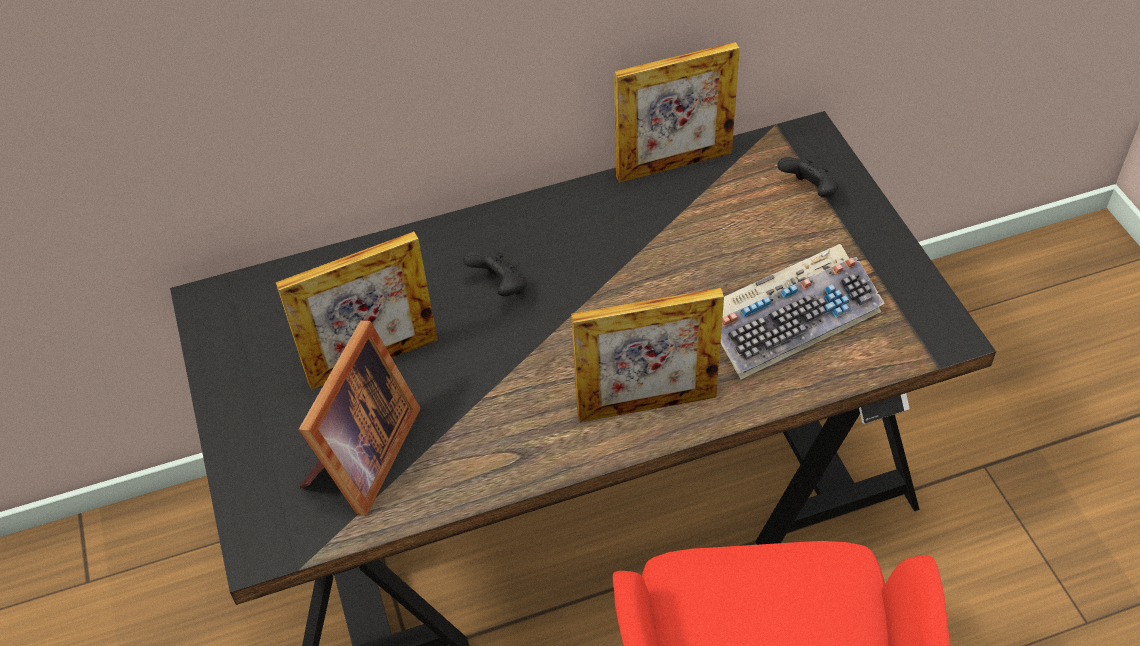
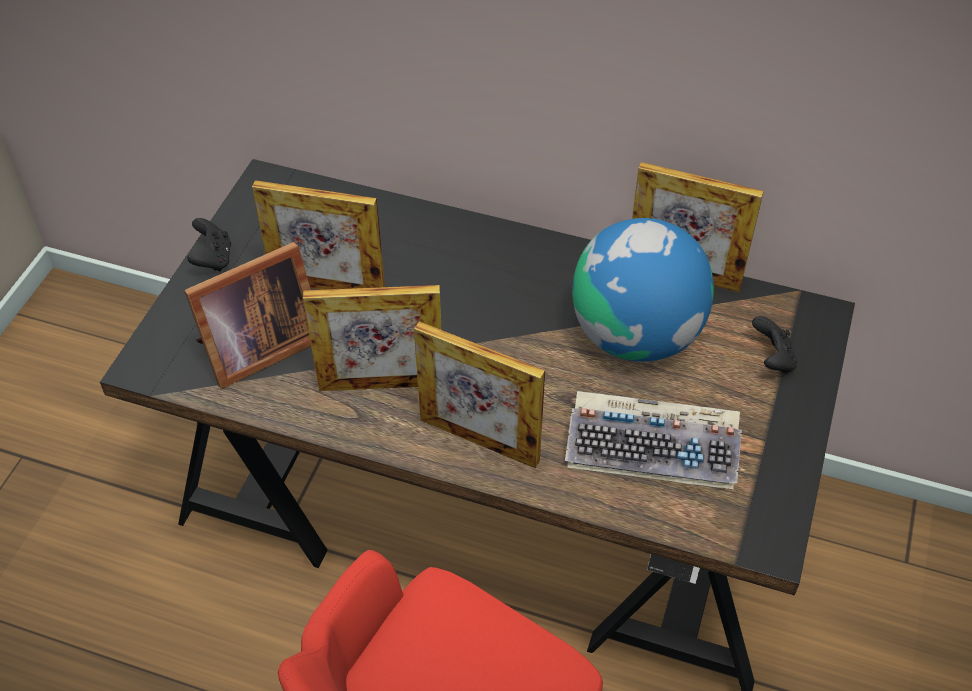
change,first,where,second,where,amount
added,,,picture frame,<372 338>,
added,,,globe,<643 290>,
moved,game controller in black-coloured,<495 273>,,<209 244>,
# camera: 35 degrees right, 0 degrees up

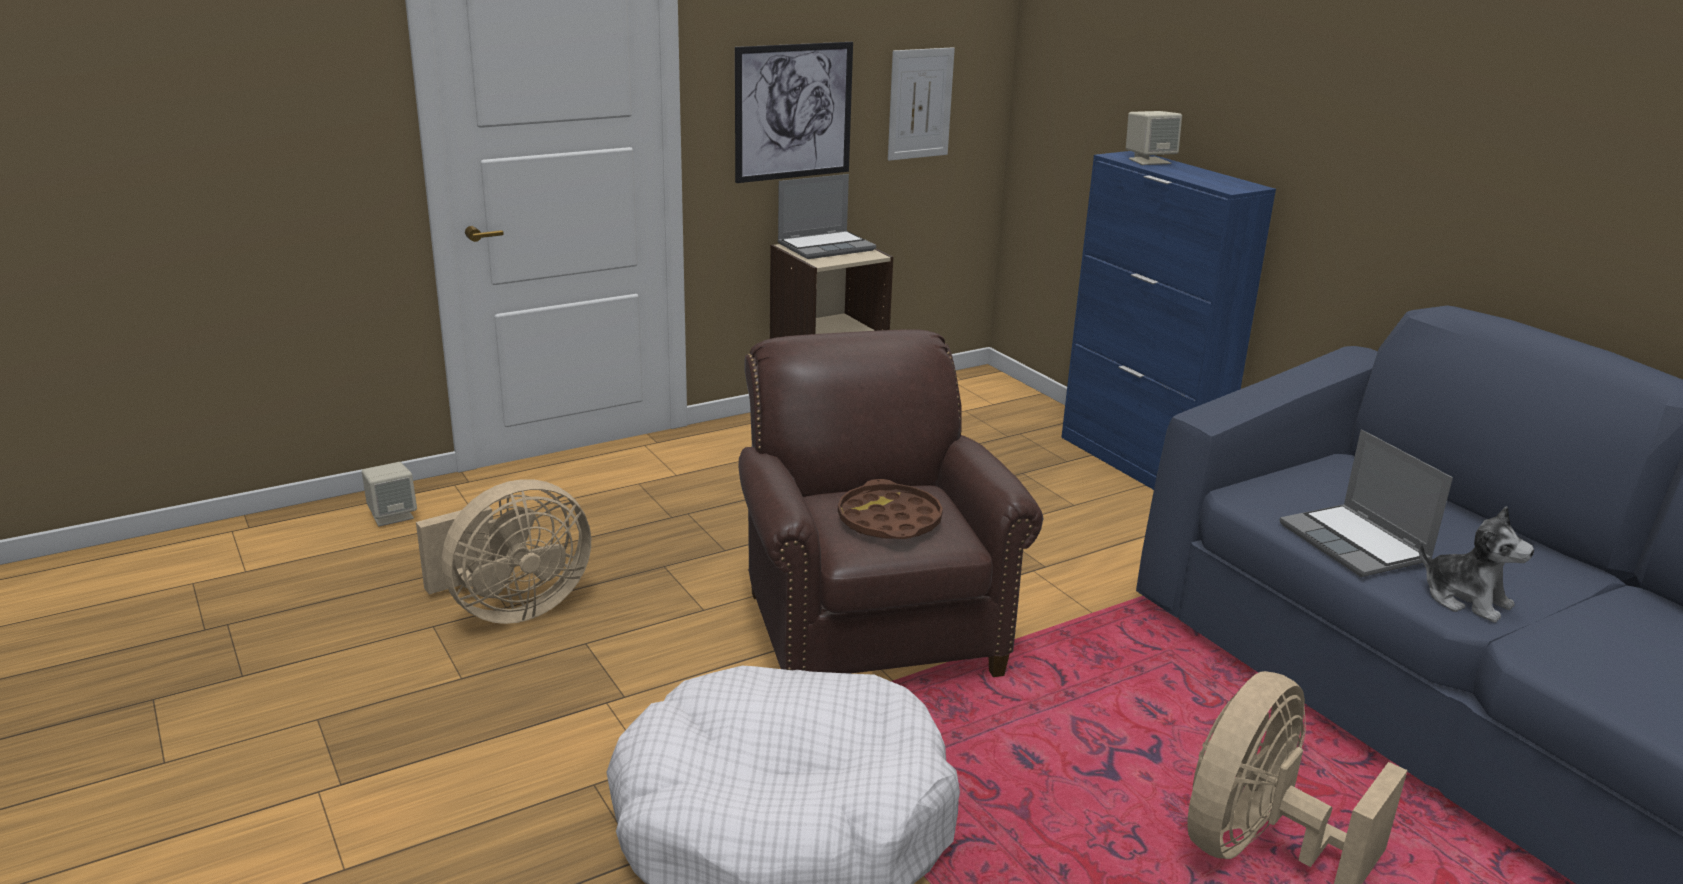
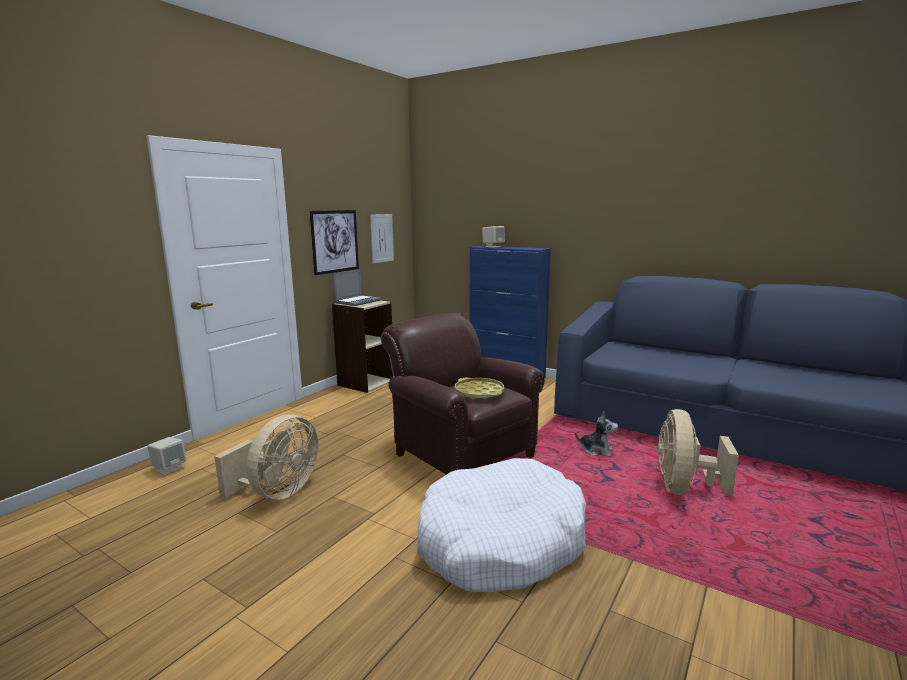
change,first,where,second,where,amount
removed,laptop,<1366 503>,,,
moved,plush toy,<1476 564>,,<596 434>,
recoloured,serving tray in brownish,<890 509>,serving tray in yellowish,<479 389>,
# camera: 25 degrees left, 10 degrees down

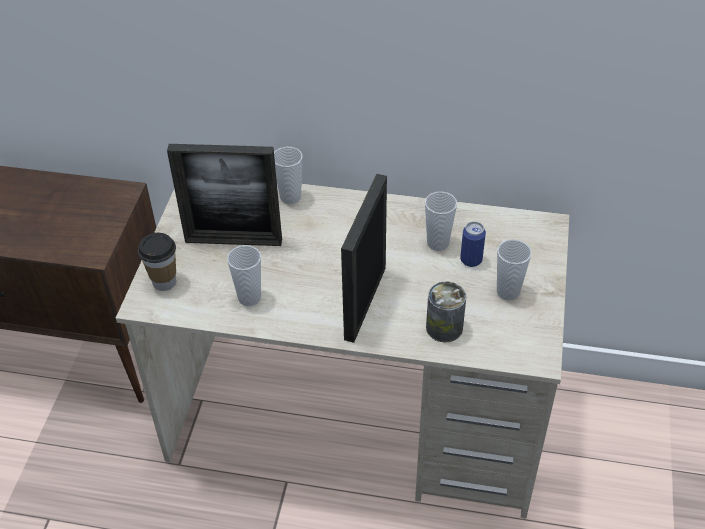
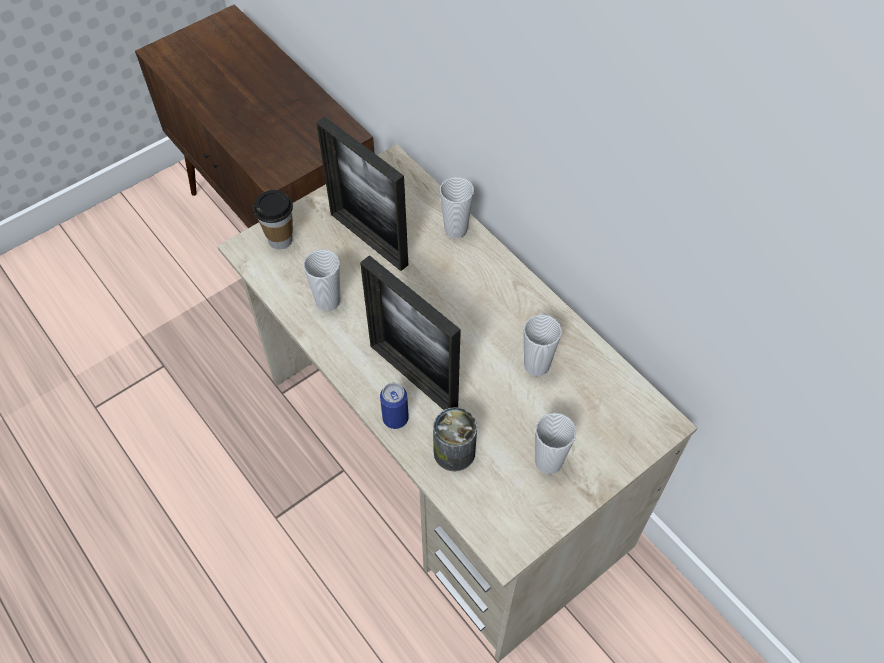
change,first,where,second,where,amount
moved,sealed can,<473 244>,,<394 406>,
turned,picture frame,<364 258>,,<410 332>,105 degrees counterclockwise
# camera: 40 degrees right, 10 degrees up

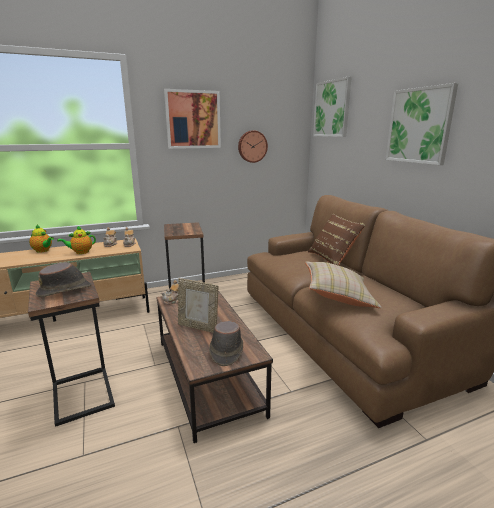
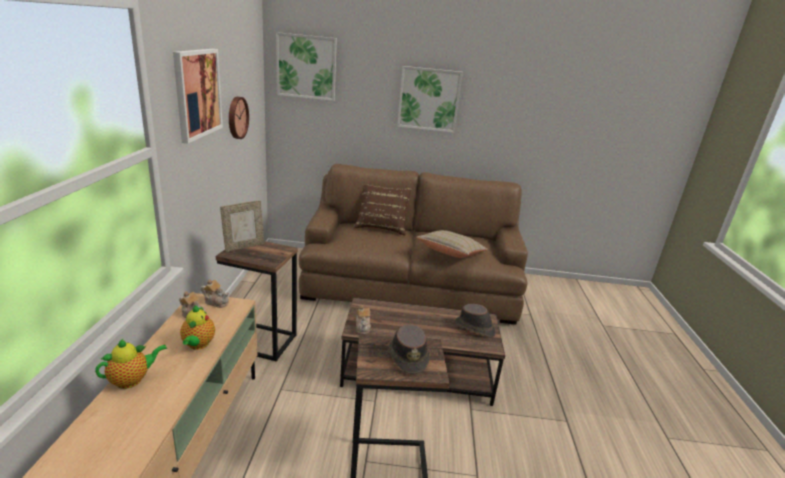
change,first,where,second,where,amount
moved,picture frame,<198 305>,,<242 226>,
# camera: 65 degrees left, 5 degrees up

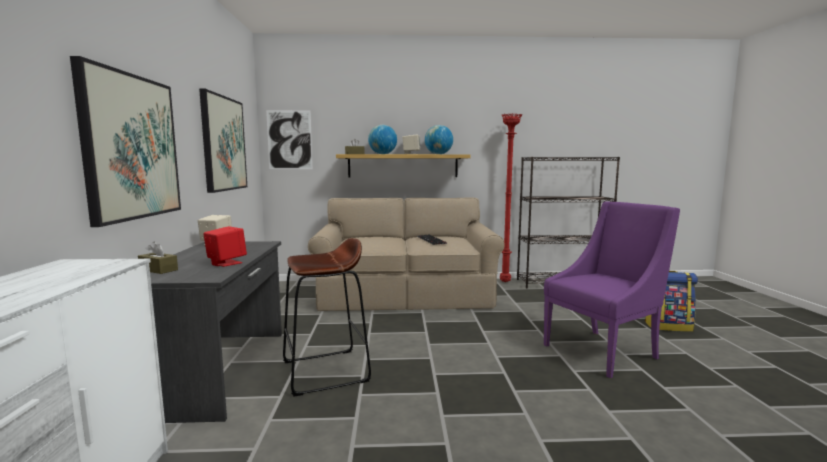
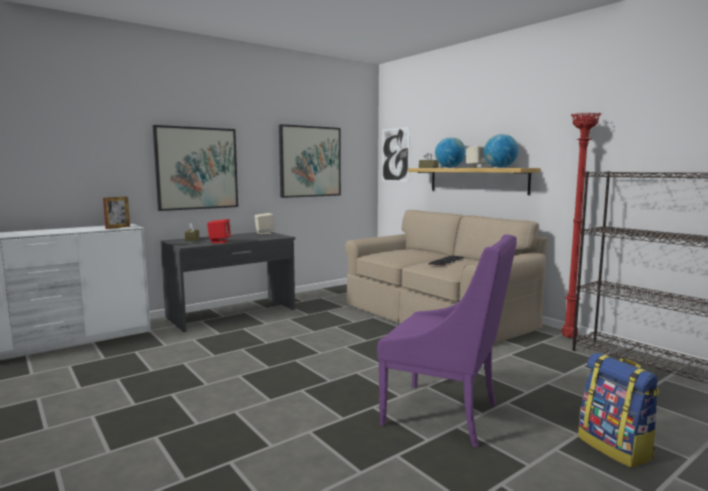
change,first,where,second,where,amount
removed,sitting stool in brownish,<327 317>,,,
added,,,picture frame,<116 213>,
# camera: 55 degrees right, 0 degrees up

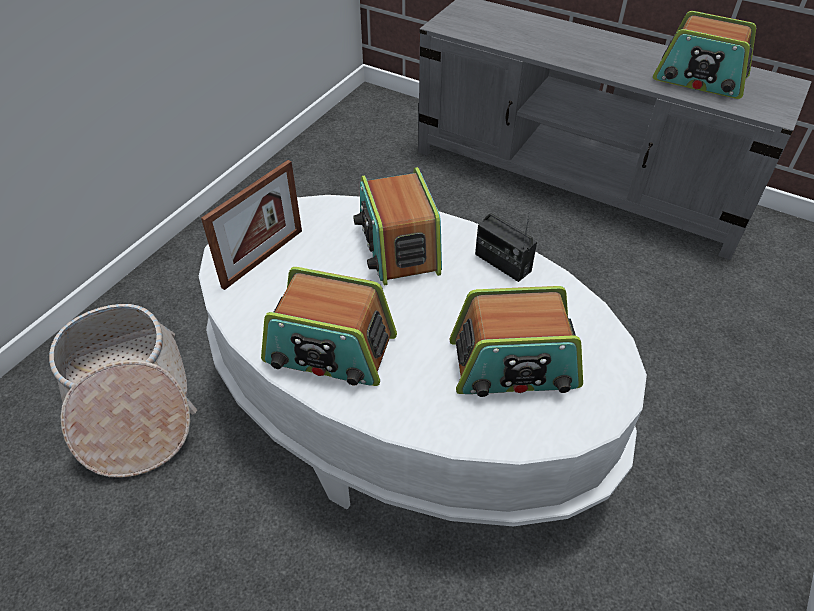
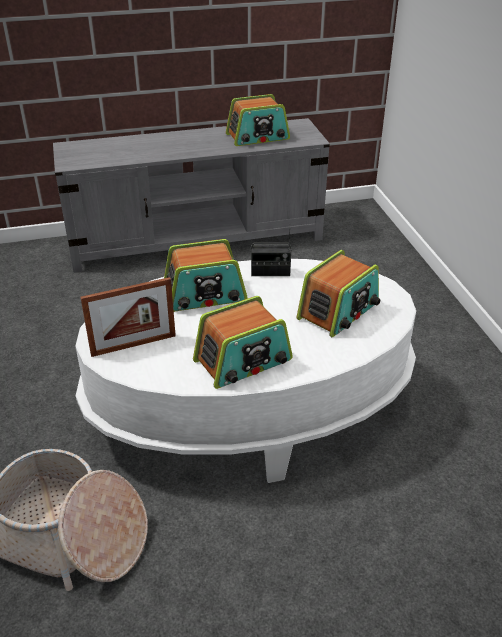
change,first,where,second,where,amount
turned,picture frame,<251 225>,,<128 317>,75 degrees clockwise
turned,radio set,<397 226>,,<206 275>,45 degrees counterclockwise
# camera: 45 degrees left, 10 degrees down

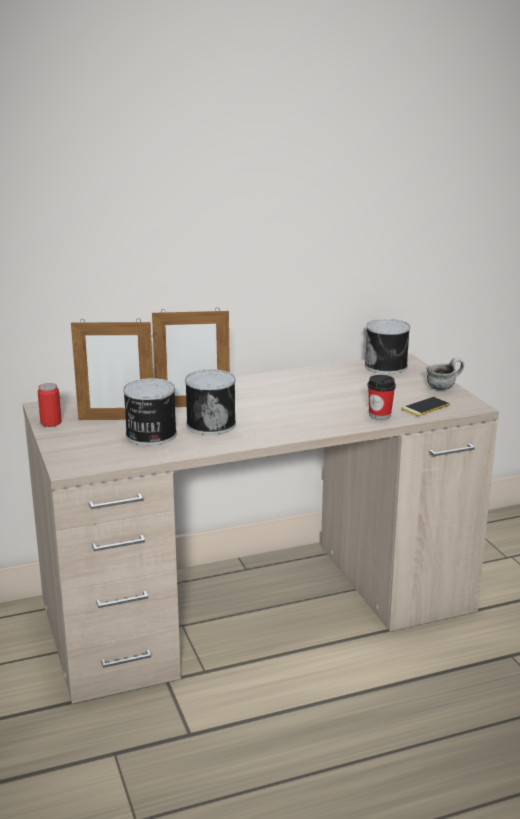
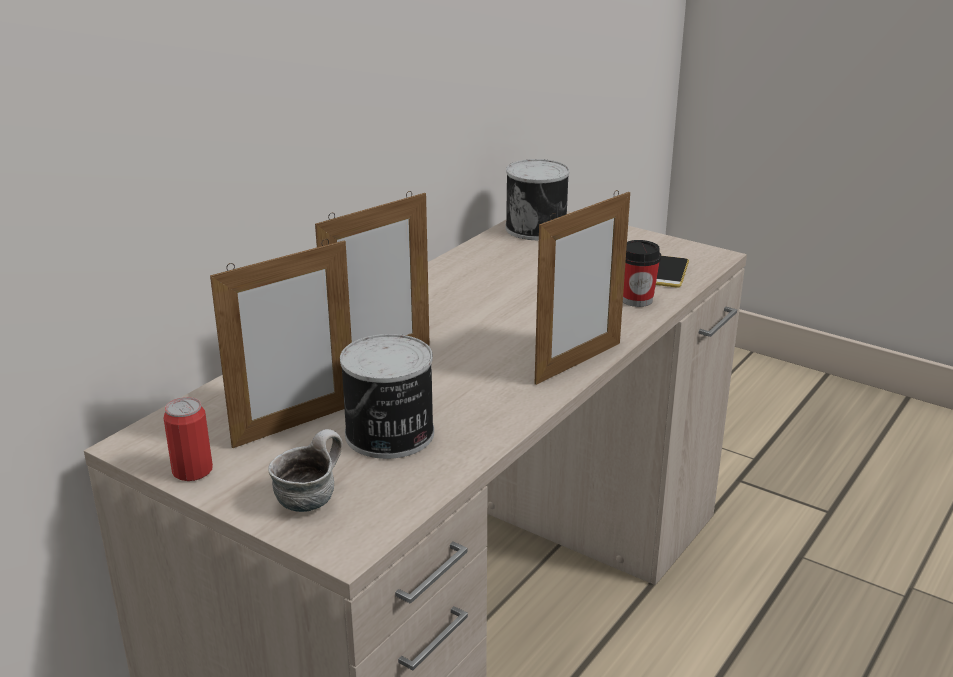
change,first,where,second,where,amount
removed,sealed can,<210 402>,,,
added,,,picture frame,<582 287>,
moved,coffee mug,<445 374>,,<305 470>,
# camera: 35 degrees left, 5 degrees up

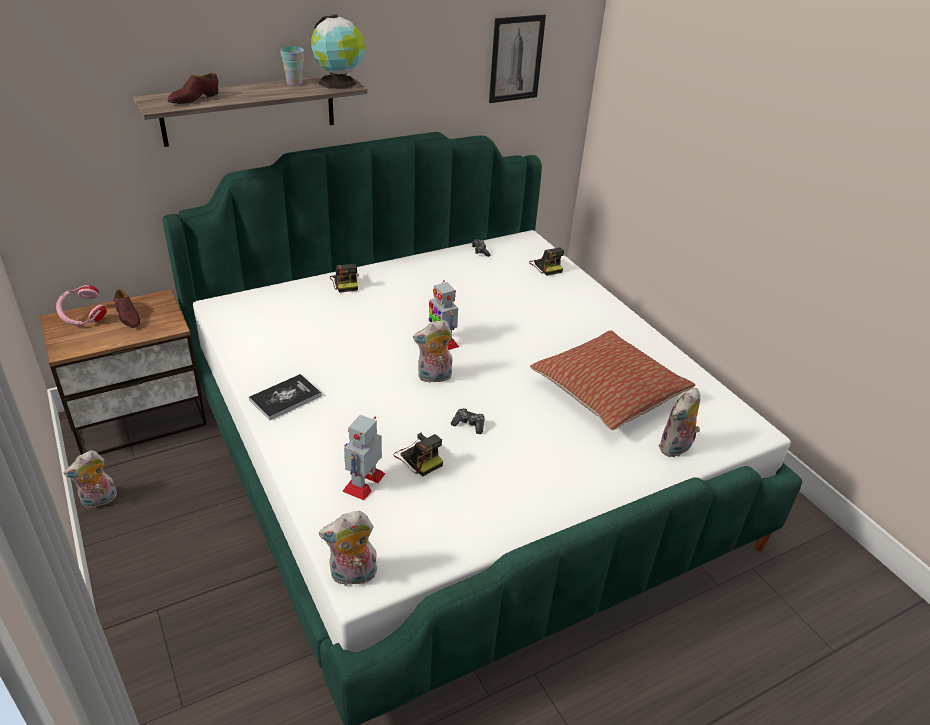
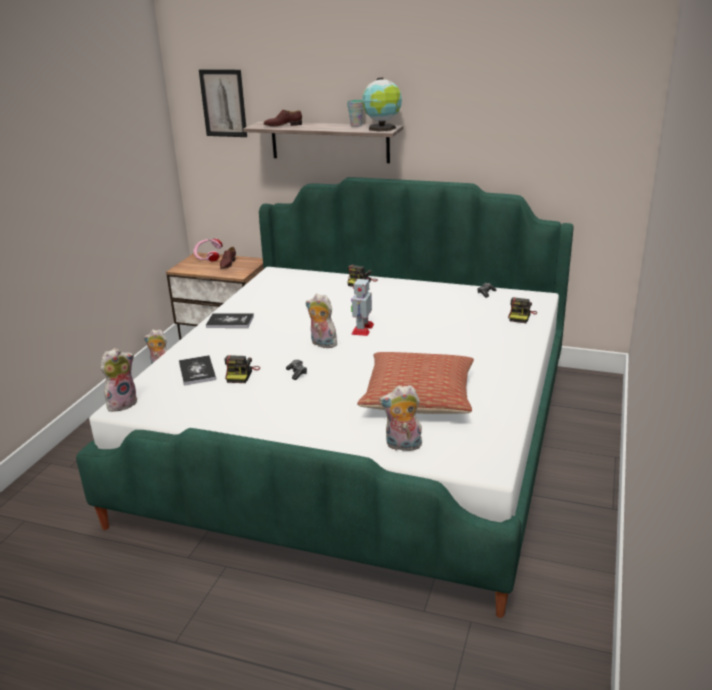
change,first,where,second,where,amount
moved,wall art,<517 58>,,<223 103>,
replaced,model robot,<363 457>,book,<197 370>,
turned,plush toy,<348 548>,,<119 380>,105 degrees clockwise
# camera: 50 degrees right, 10 degrees down

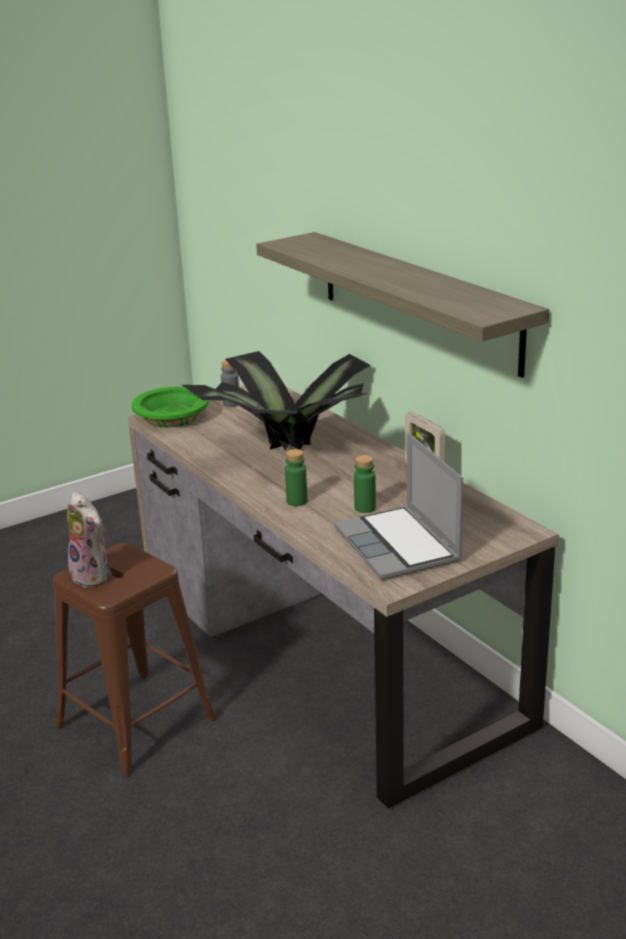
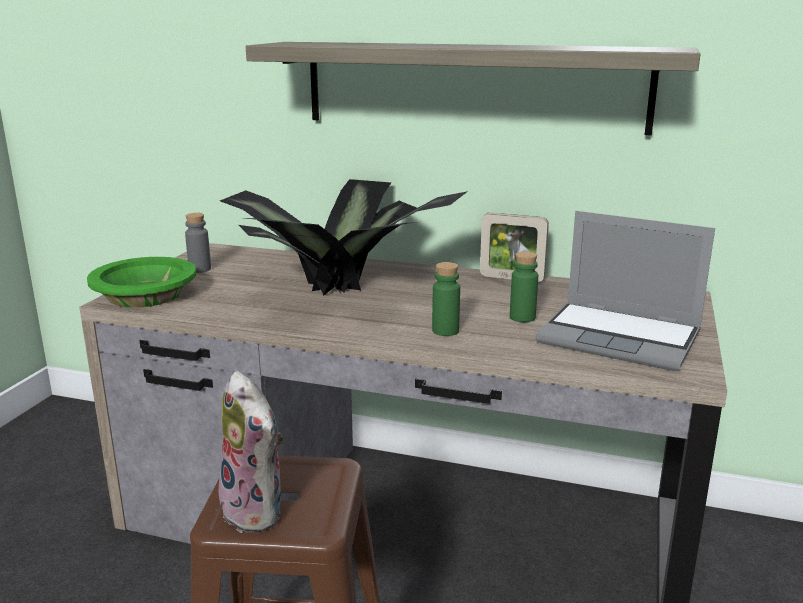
change,first,where,second,where,amount
turned,plush toy,<87 539>,,<251 452>,45 degrees clockwise
# camera: 40 degrees left, 5 degrees down

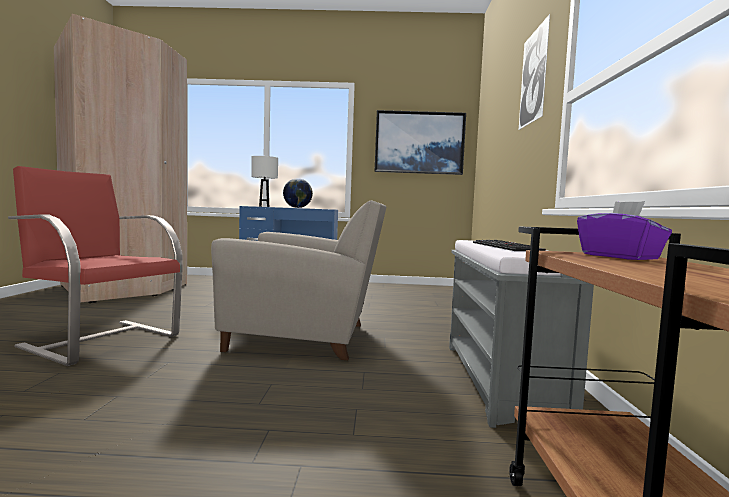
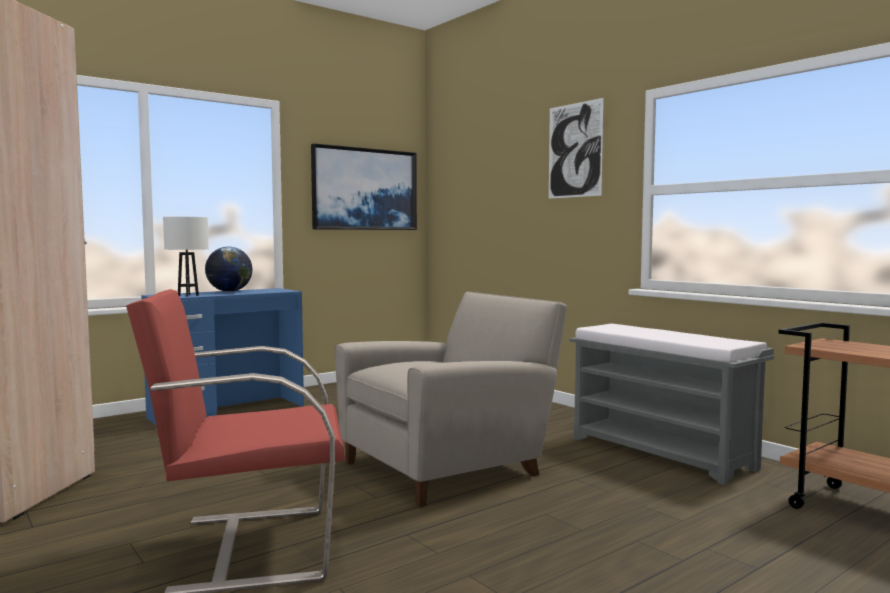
change,first,where,second,where,amount
removed,computer keyboard,<509 245>,,,
removed,box of tissues in purplish,<624 230>,,,
# camera: 40 degrees left, 0 degrees up

